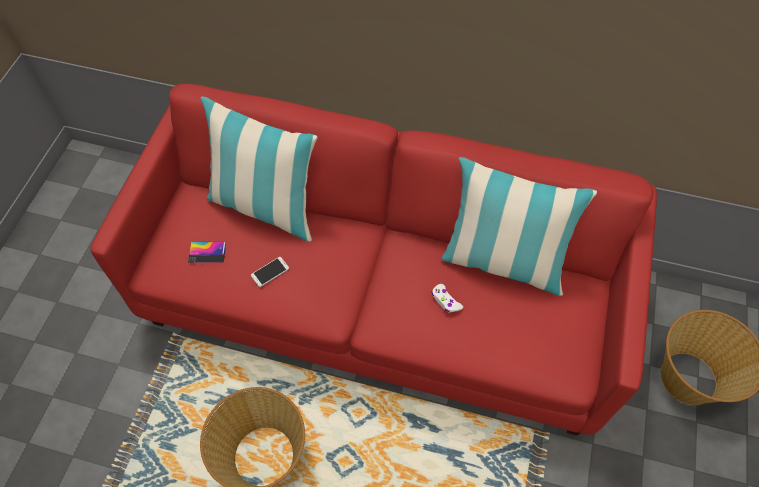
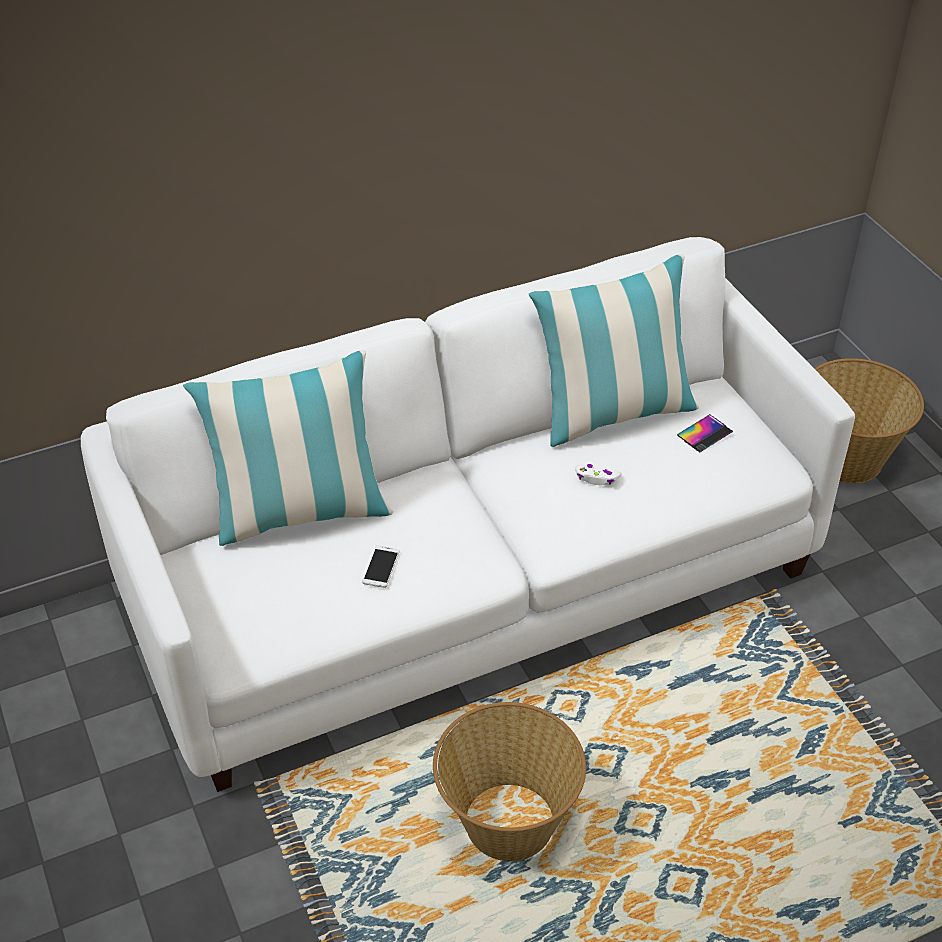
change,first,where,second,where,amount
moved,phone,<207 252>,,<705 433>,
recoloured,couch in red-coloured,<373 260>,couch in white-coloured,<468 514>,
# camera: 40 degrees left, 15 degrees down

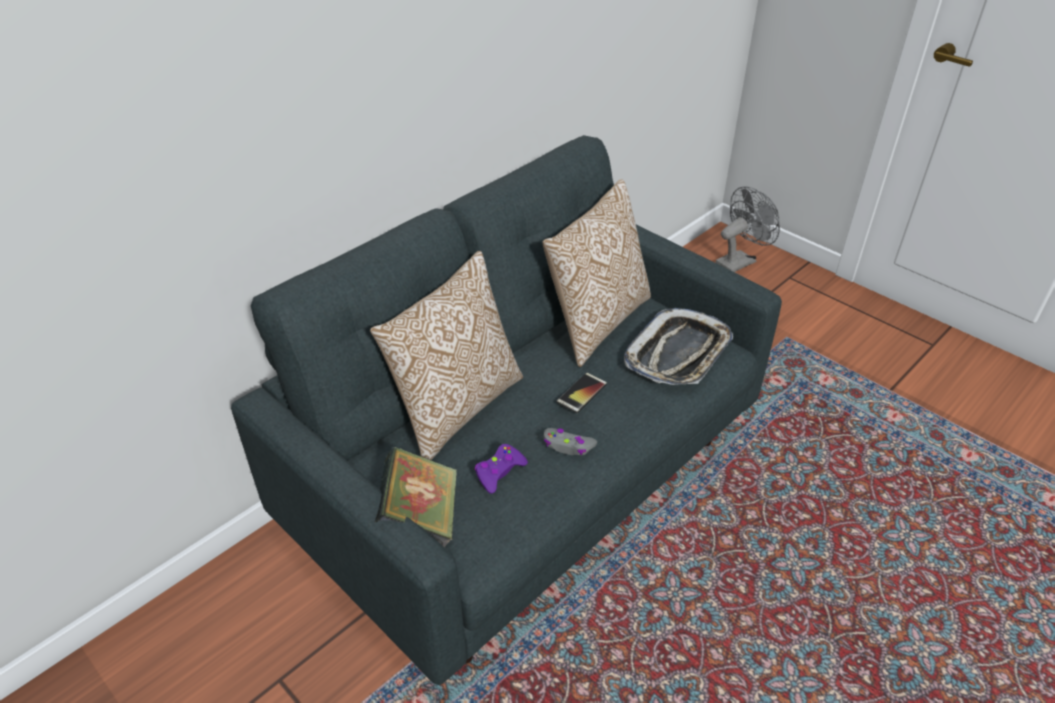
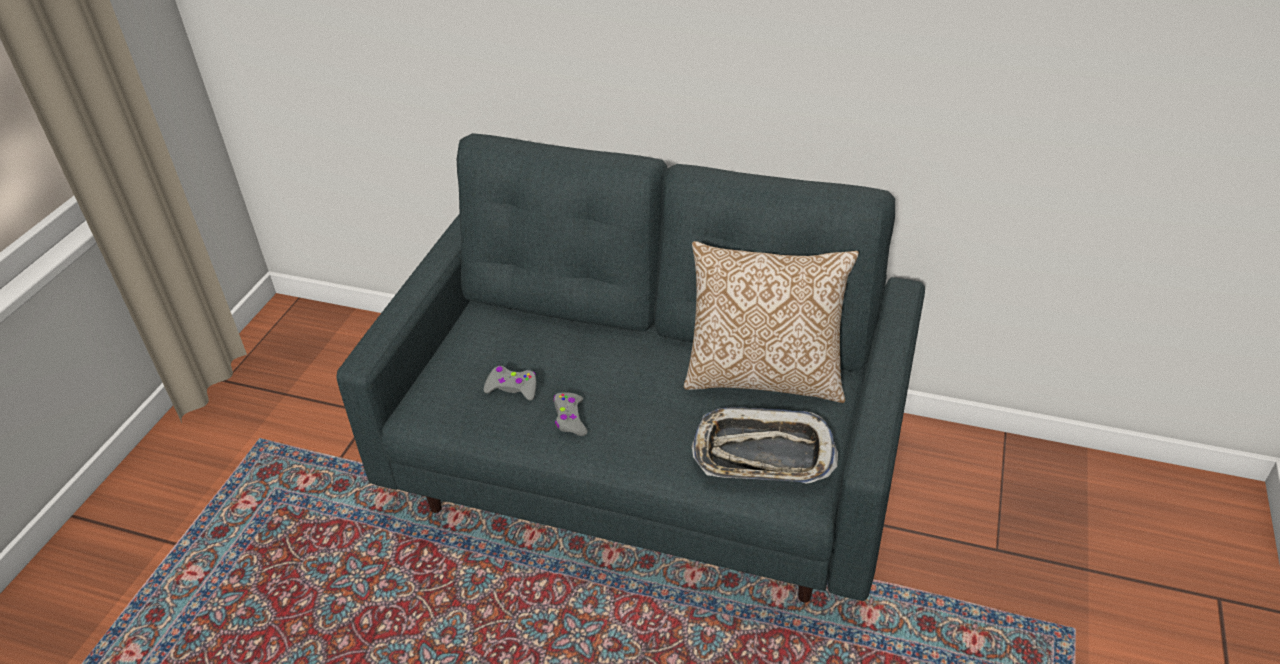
change,first,where,second,where,amount
removed,cushion,<446 355>,,,
removed,book,<416 497>,,,
removed,phone,<581 393>,,,
removed,electric fan in grey,<747 229>,,,
recoloured,game controller in purplish,<501 469>,game controller in grey,<510 383>,
# camera: 65 degrees right, 0 degrees up

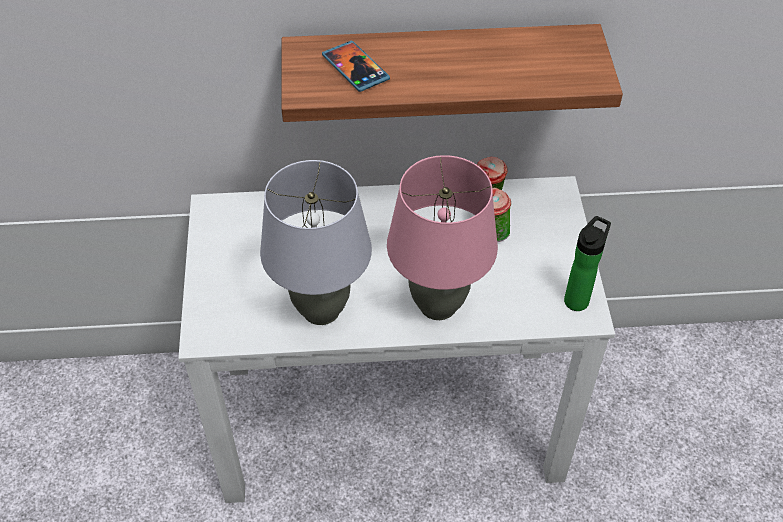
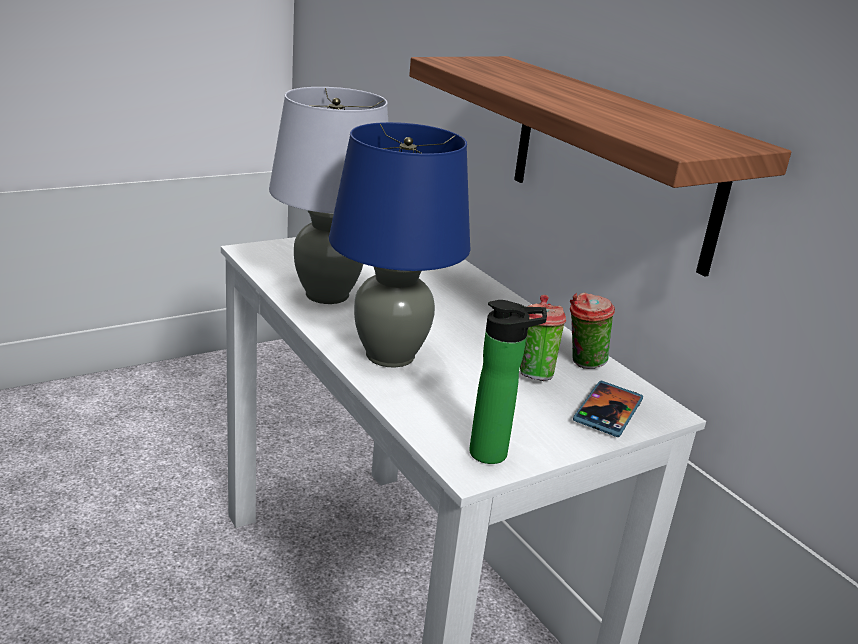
change,first,where,second,where,amount
moved,phone,<356 66>,,<608 409>,
recoloured,table lamp in pinkish,<442 237>,table lamp in bluish,<400 245>,
# camera: 60 degrees right, 25 degrees down

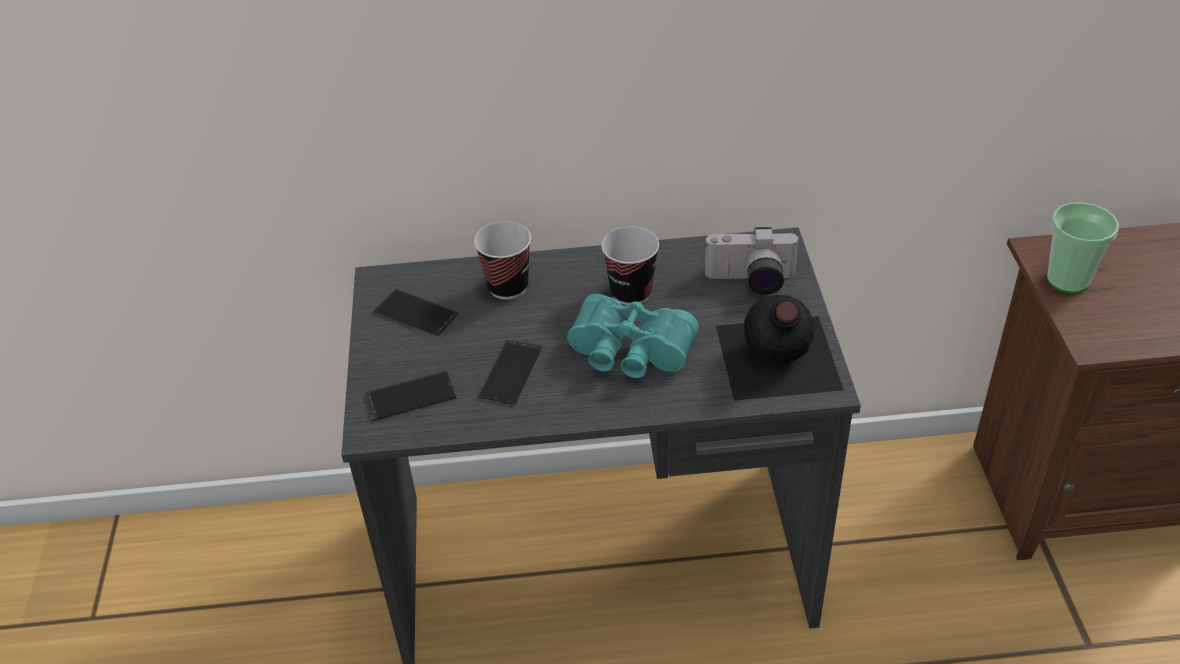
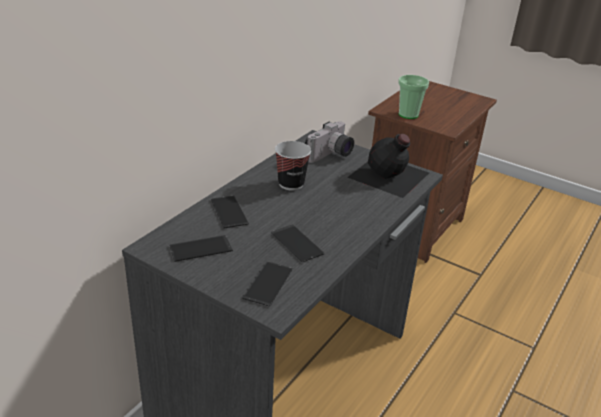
change,first,where,second,where,amount
removed,pair of binoculars in turquoise-coloured,<633 336>,,,
replaced,cup,<502 261>,phone,<230 212>,
# camera: 55 degrees left, 10 degrees down

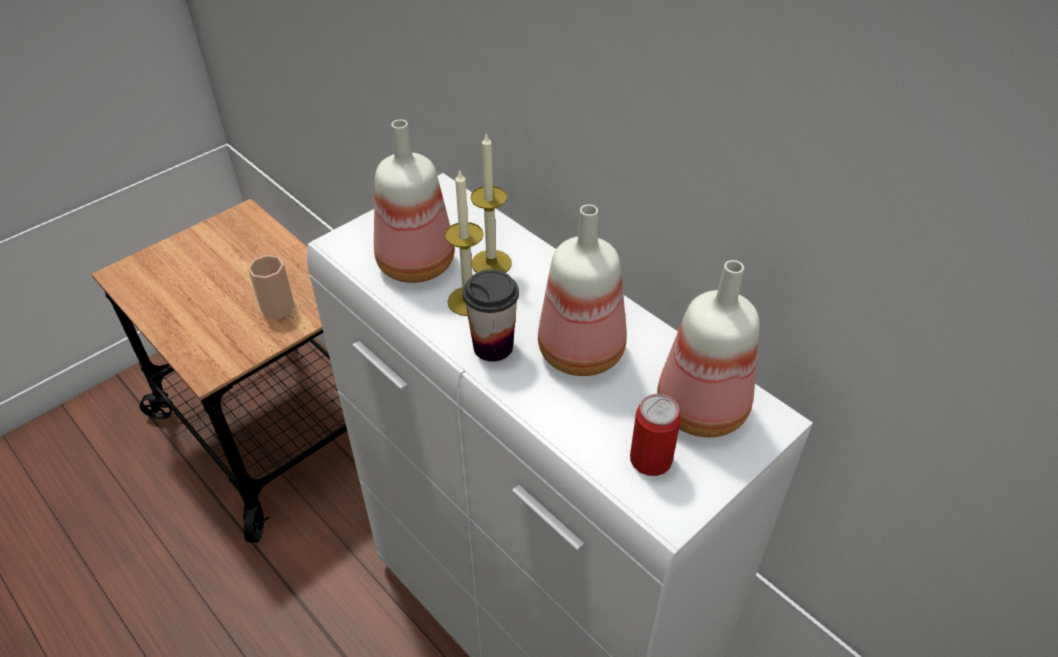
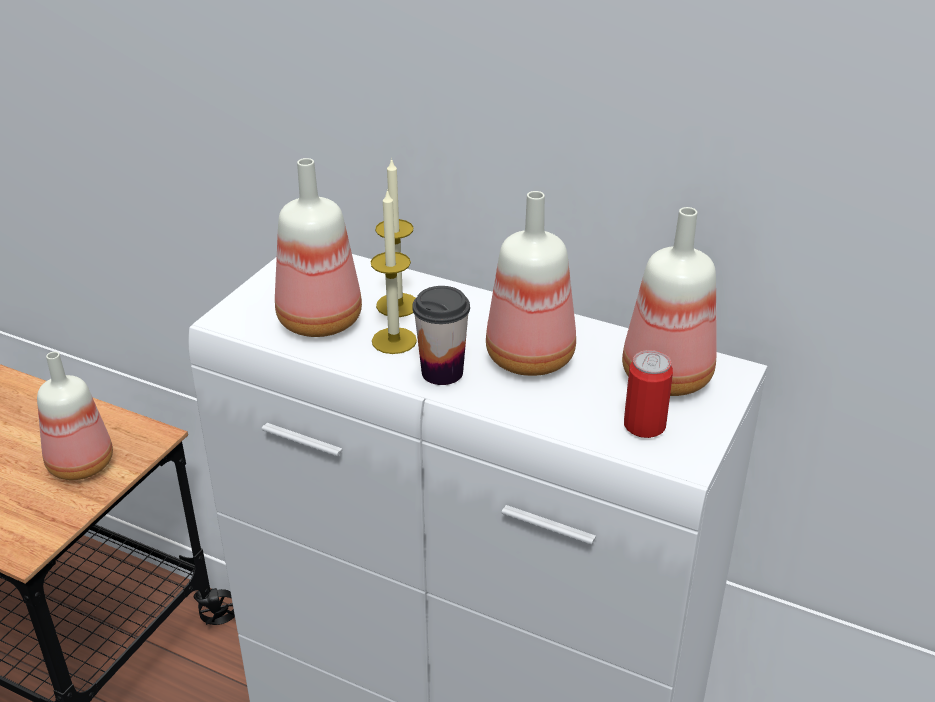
change,first,where,second,where,amount
replaced,cup,<271 287>,beverage bottle,<75 416>,
# camera: 20 degrees left, 10 degrees down

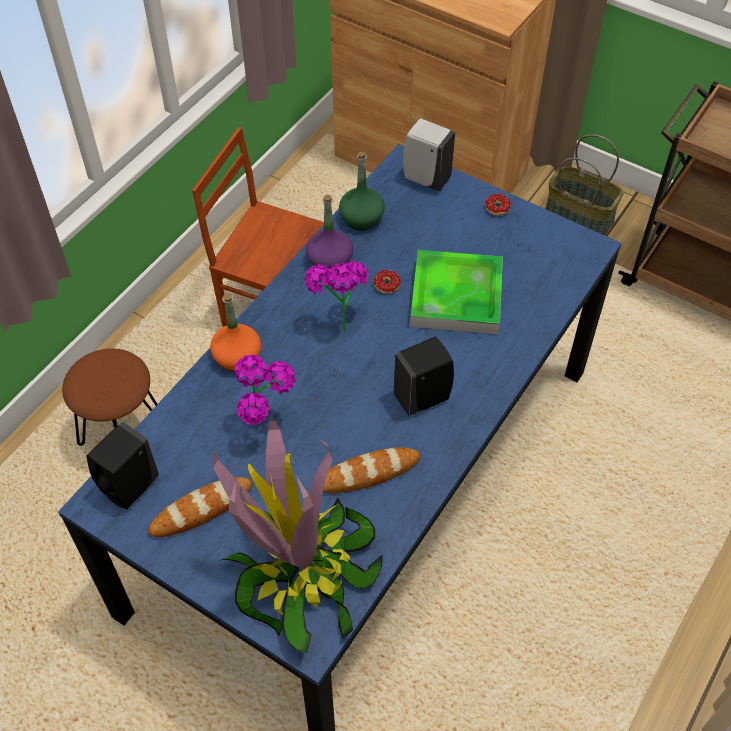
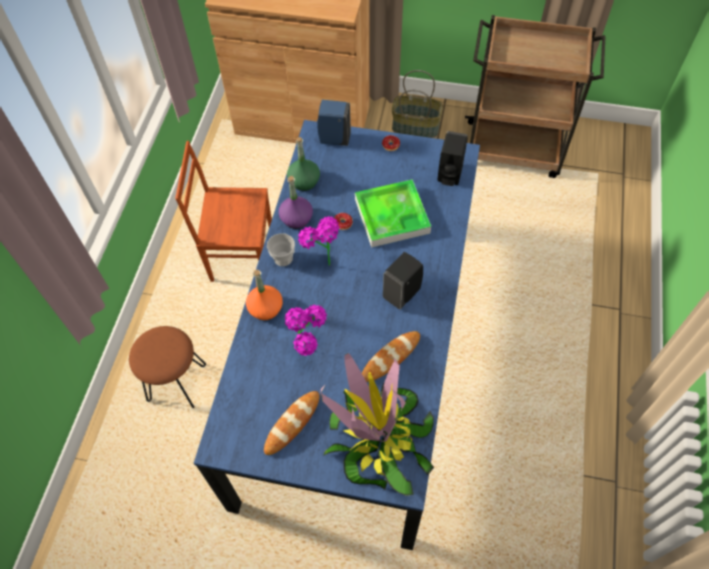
change,first,where,second,where,amount
added,,,cup,<281 249>,
moved,soap bottle in black-coloured,<122 466>,,<452 158>,
recoloured,soap bottle in white-coloured,<429 154>,soap bottle in bluish,<334 123>,
# camera: 20 degrees left, 5 degrees up

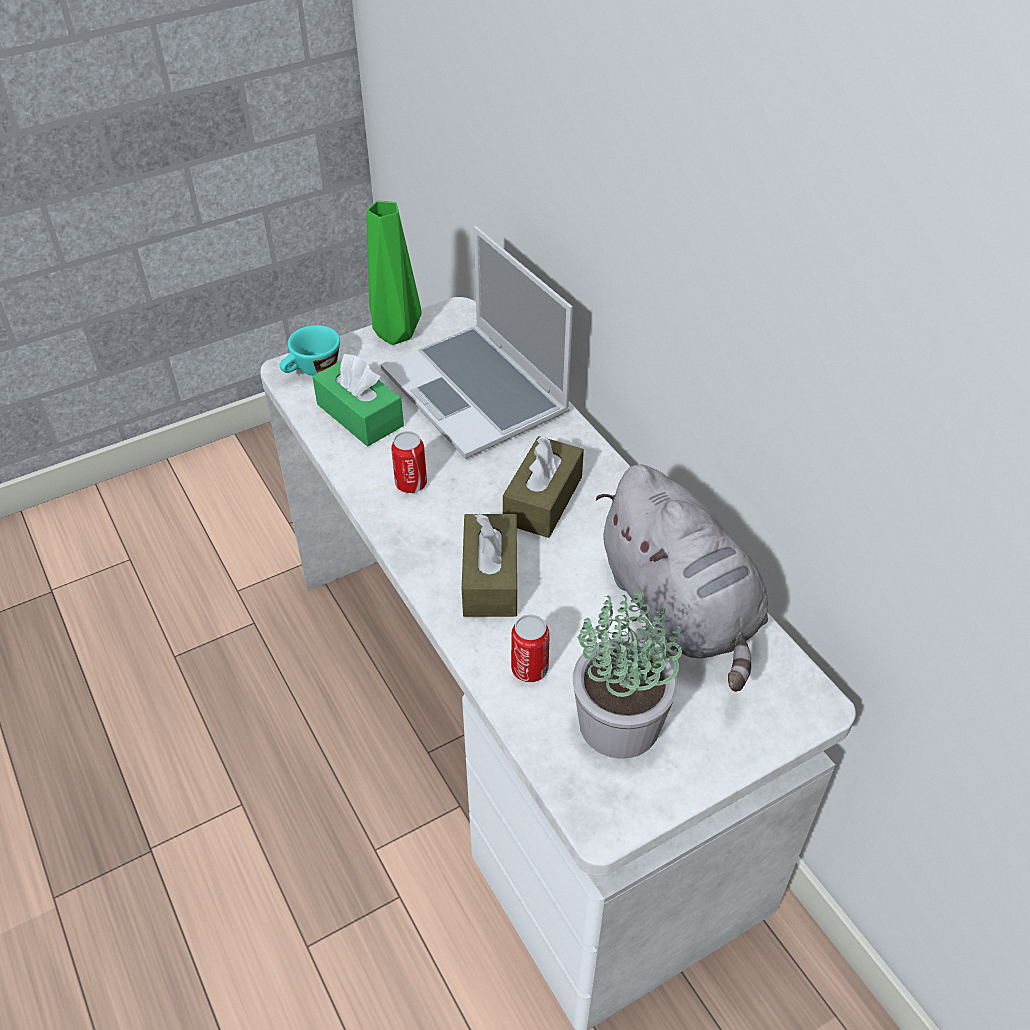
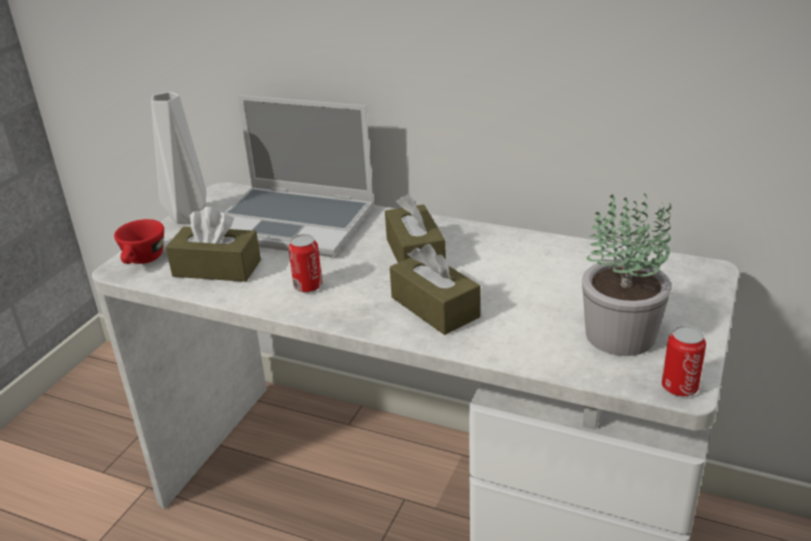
change,first,where,second,where,amount
removed,plush toy in grey,<682 578>,,,
moved,sealed can,<530 648>,,<684 360>,
recoloured,cup in turquoise-coloured,<309 350>,cup in red-coloured,<139 241>,
recoloured,box of tissues in green,<358 400>,box of tissues in brownish,<213 244>,
recoloured,vase in green,<394 273>,vase in white-coloured,<178 158>,
# camera: 35 degrees left, 15 degrees down

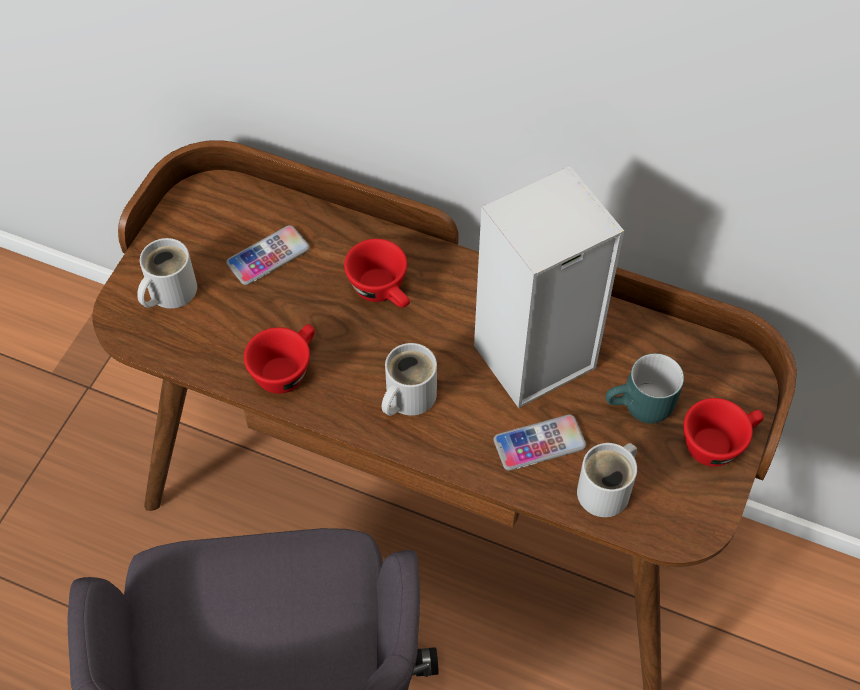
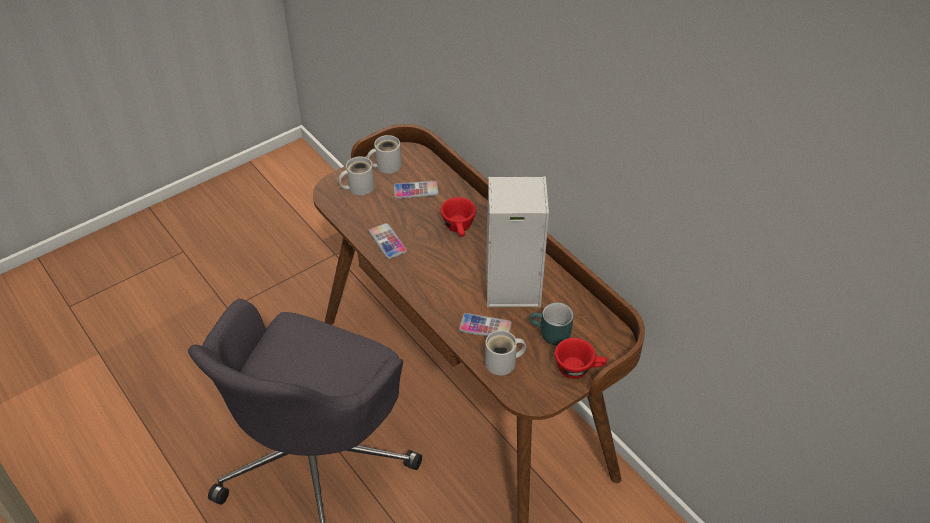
change,first,where,second,where,amount
moved,coffee mug in white-coloured,<409 379>,,<384 154>,
replaced,cup in red-coloured,<279 359>,phone,<388 241>,
# camera: 30 degrees right, 10 degrees down

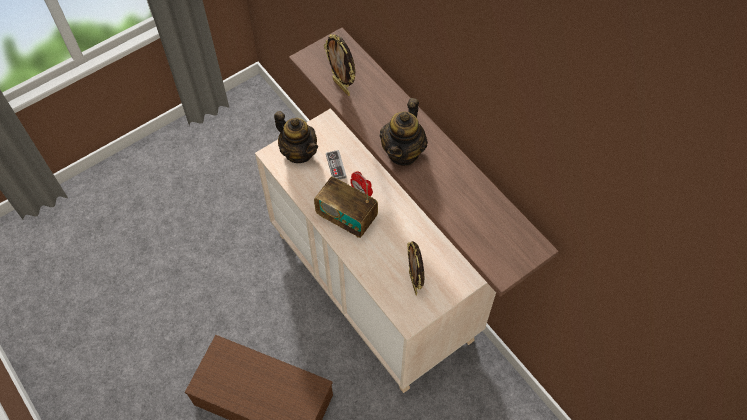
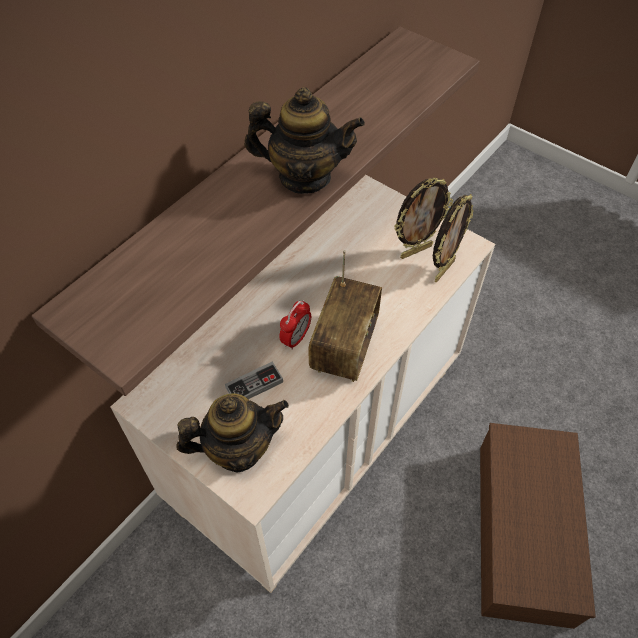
change,first,where,second,where,amount
moved,picture frame,<339 65>,,<453 238>,
turned,tea pot,<296 137>,,<232 432>,45 degrees clockwise
# camera: 105 degrees left, 5 degrees down

